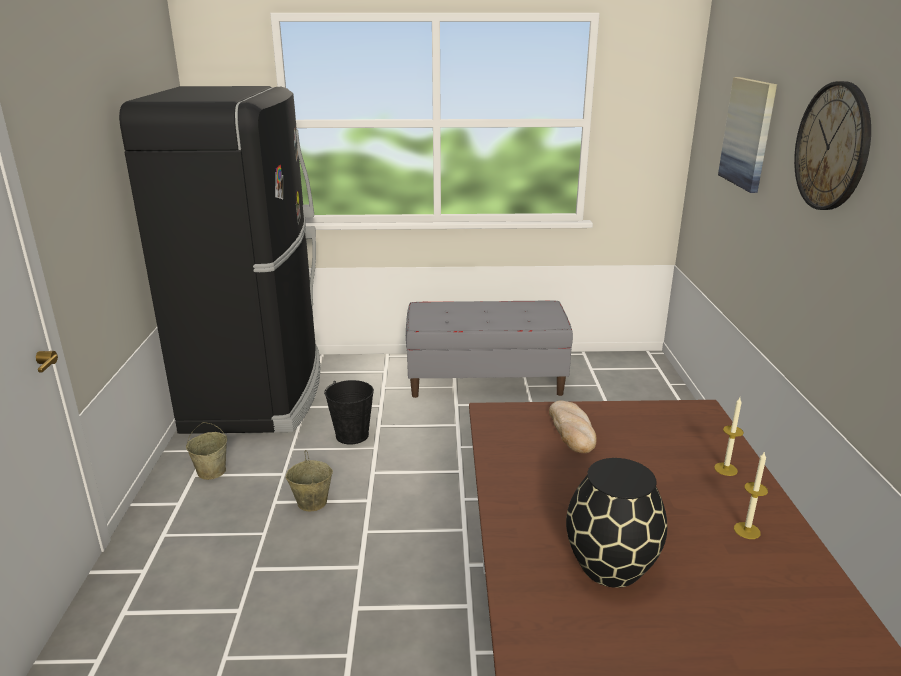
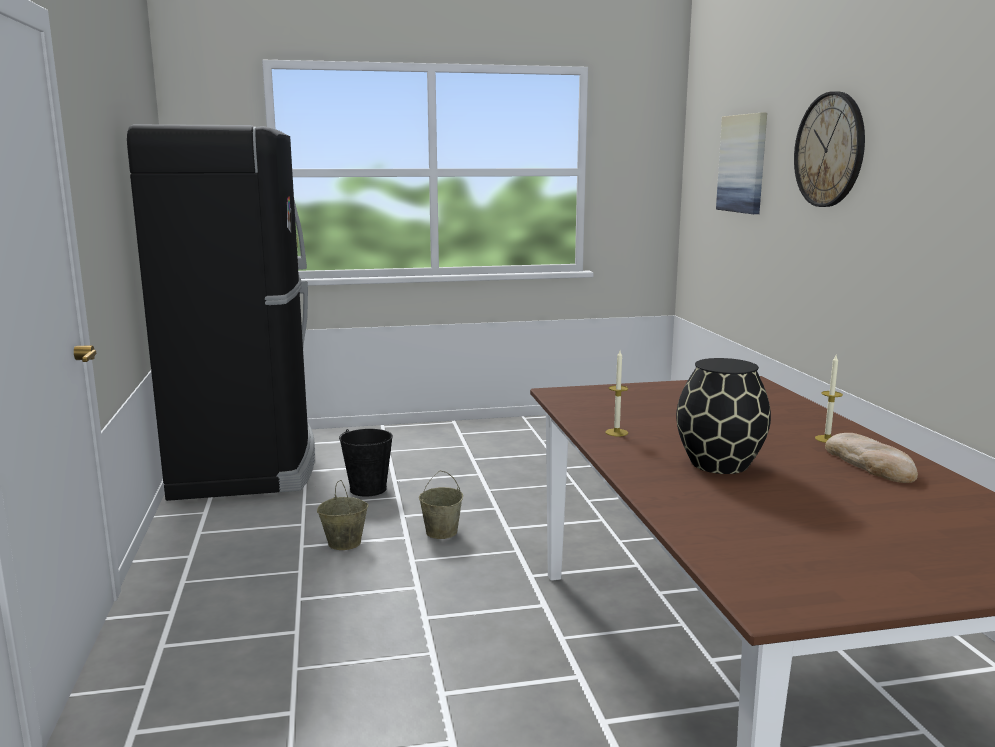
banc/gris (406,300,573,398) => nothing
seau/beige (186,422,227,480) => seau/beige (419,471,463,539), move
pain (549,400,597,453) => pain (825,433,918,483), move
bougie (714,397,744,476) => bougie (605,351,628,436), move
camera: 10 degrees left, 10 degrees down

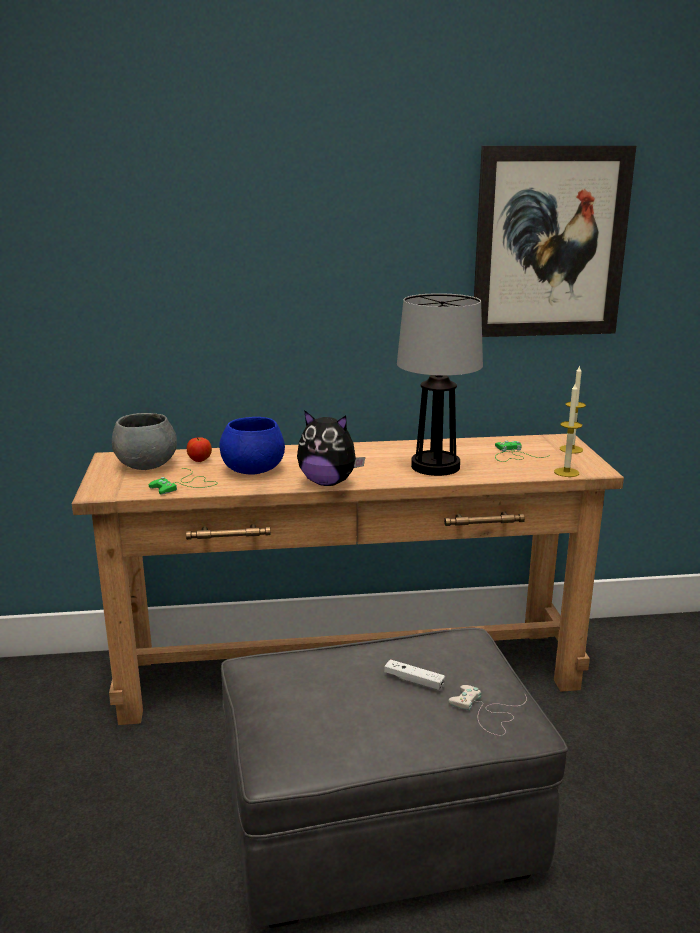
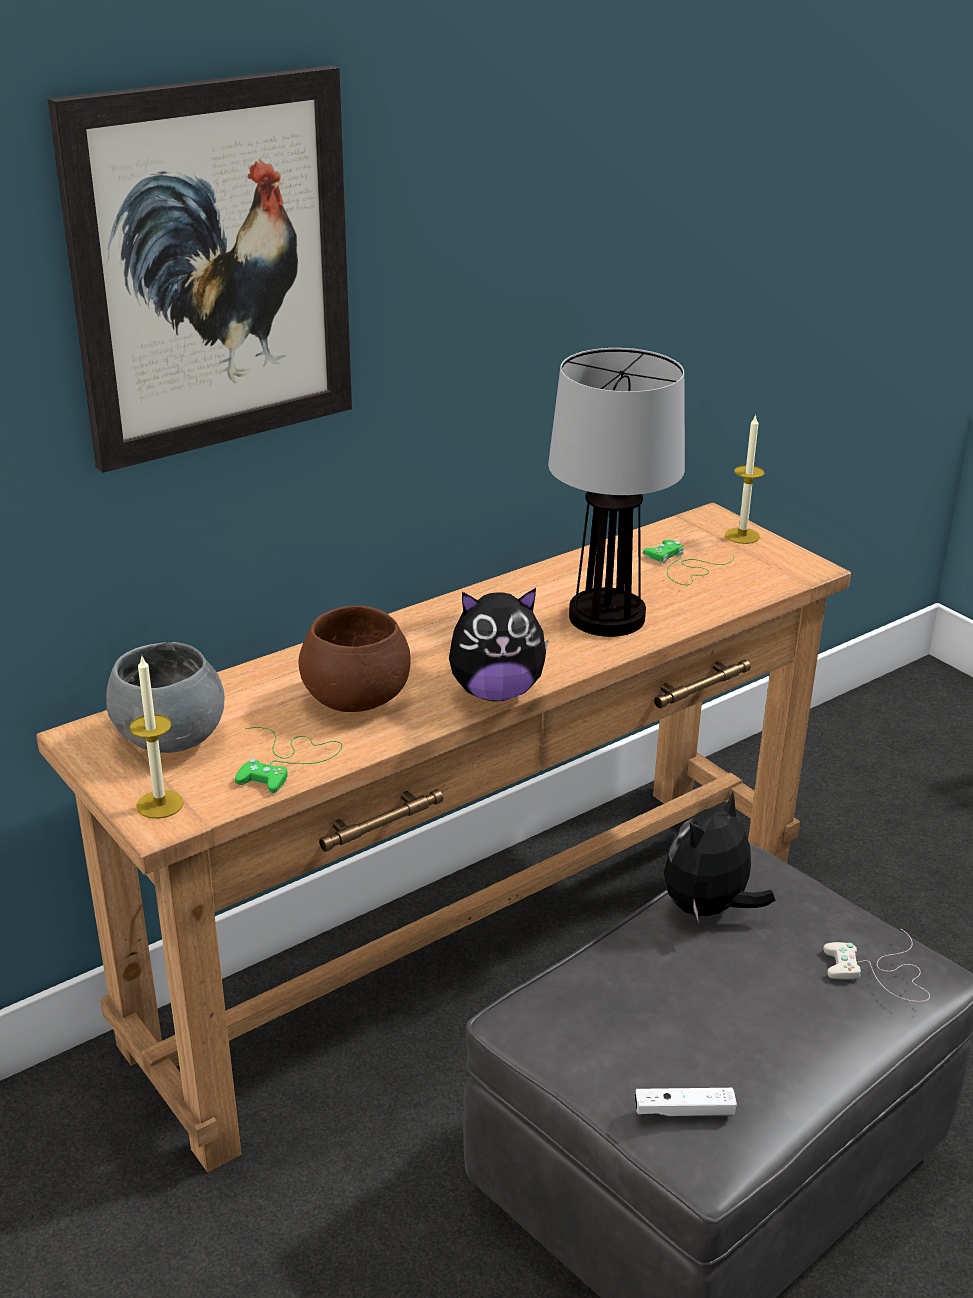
pomme (187,437,212,462) => nothing
nothing => peluche (664,791,776,923)
manette/blanc (384,659,445,691) => manette/blanc (635,1088,737,1116), move
tableau (474,146,636,337) => tableau (48,65,352,473), move
bougie (554,382,582,477) => bougie (130,657,184,819), move
bol/bleu (219,417,285,475) => bol/marron (298,606,410,712)
camera: 30 degrees left, 10 degrees up

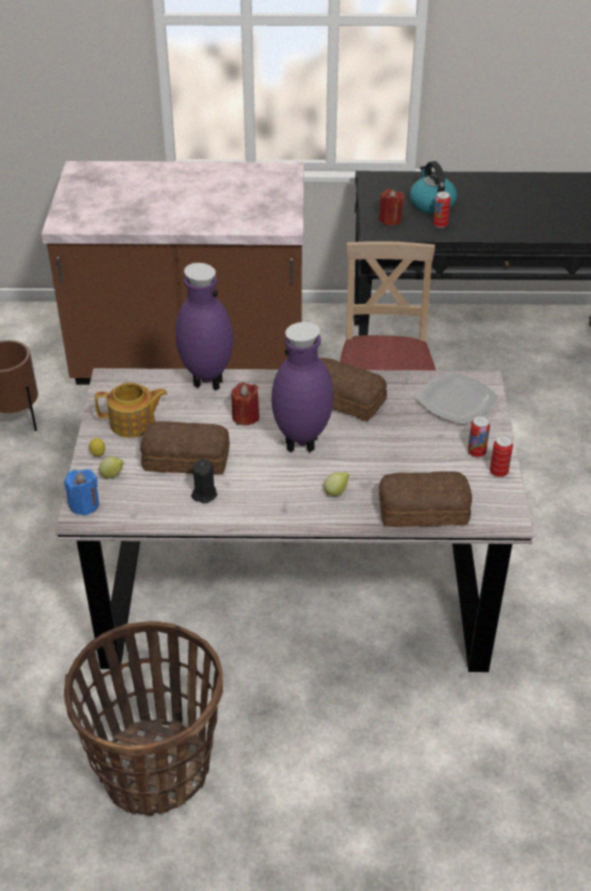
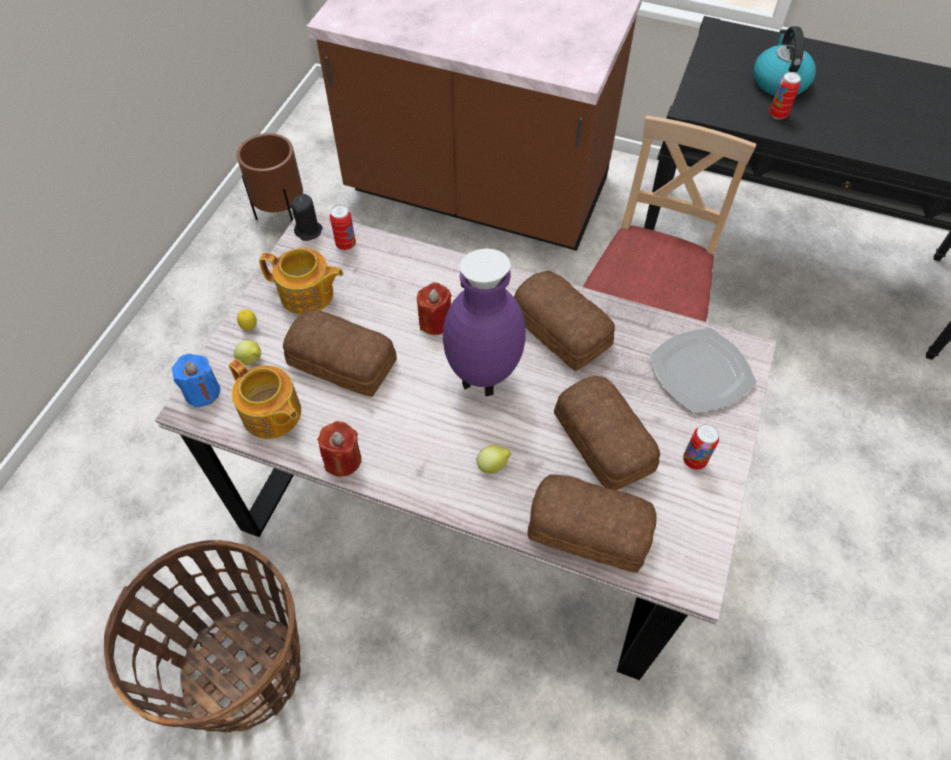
vase/violet (175,263,233,391) => nothing
nothing => théière (229,359,301,439)
nothing => pain (554,376,660,490)
bougie/noir (191,459,217,503) => bougie/noir (290,194,323,241), move
bougie/rouge (379,189,404,225) => bougie/rouge (317,421,361,477), move
boîte métallique (490,435,513,477) => boîte métallique (330,205,356,250), move
camera: 20 degrees right, 15 degrees up

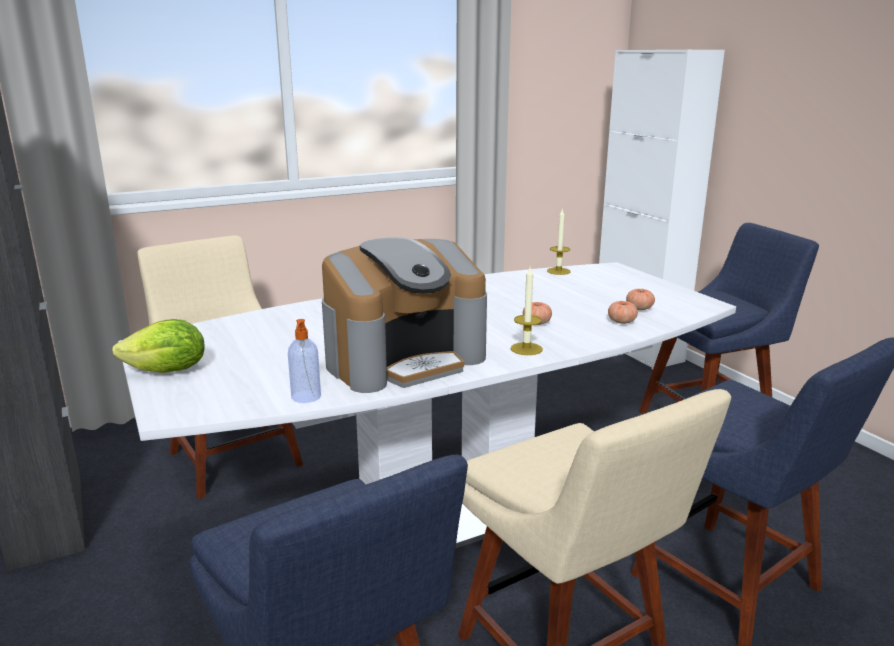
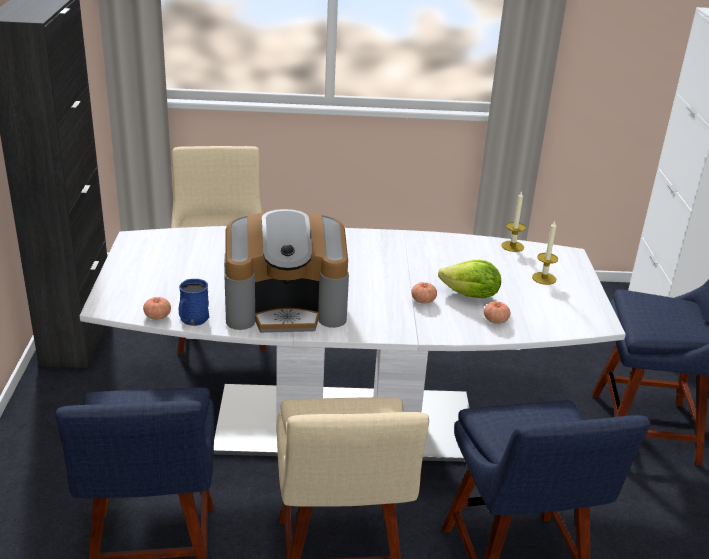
laitue (112,319,205,373) => laitue (438,260,501,298), move
bougie (511,267,543,355) => bougie (532,221,558,285), move
tomate (626,289,655,310) => tomate (143,297,171,320), move
distributeur de savon (288,319,321,403) => mug/bleu (179,279,209,326)
camera: 25 degrees right, 10 degrees up

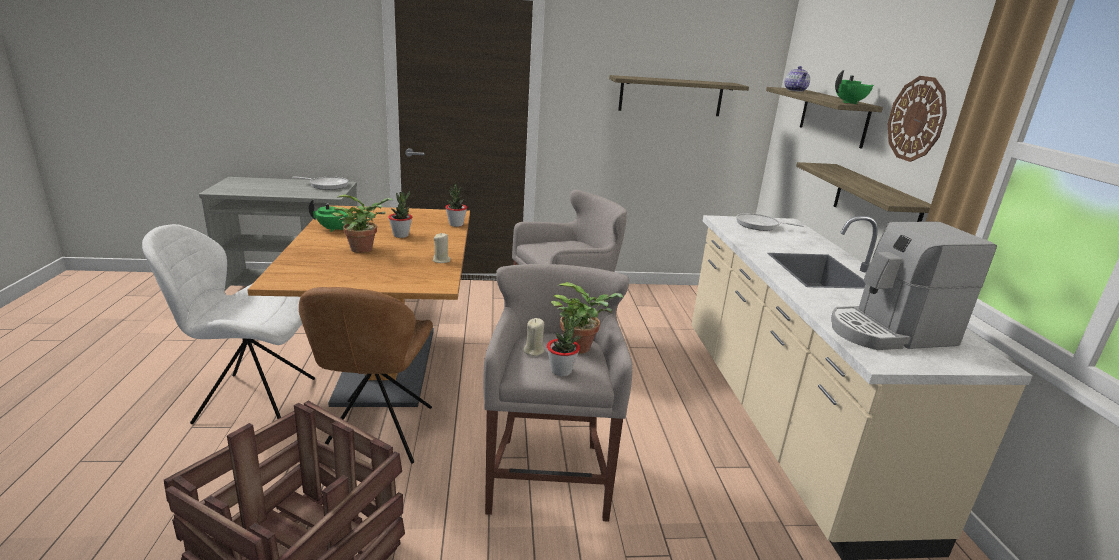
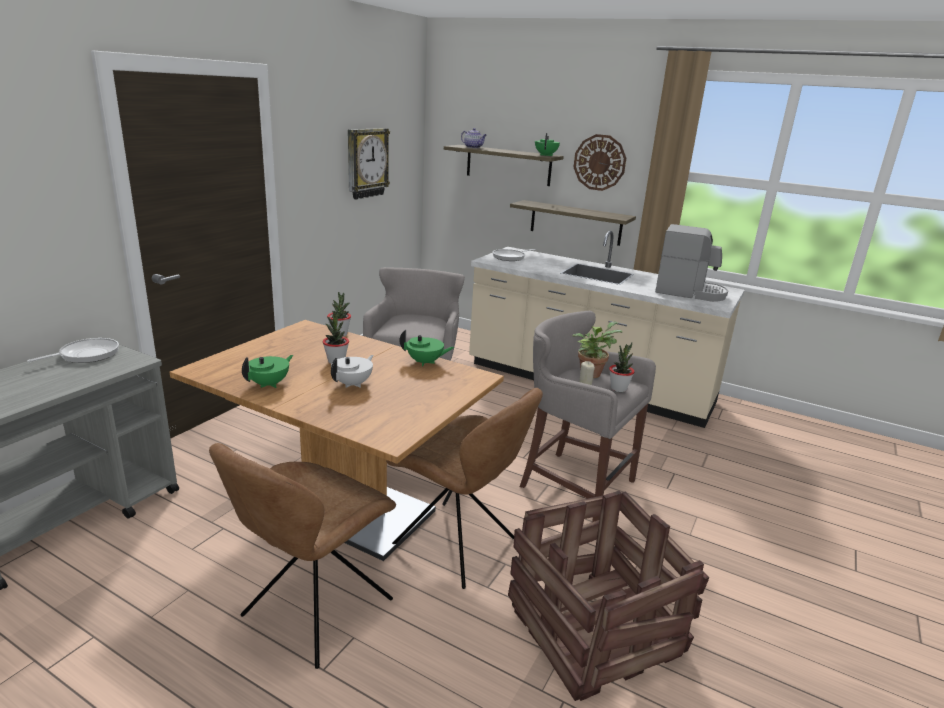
plante en pot (332,194,393,253) => théière/blanc (331,355,374,388)
bougie/beige (433,233,451,263) => théière/vert (400,330,454,366)
étagère (609,75,749,116) => horloge murale (348,128,390,199)
chaise/blanc (142,224,315,424) => chaise/marron (209,443,396,669)
machine à café (831,222,997,350) => machine à café (655,224,728,302), 90 degrees counterclockwise
camera: 55 degrees left, 0 degrees up

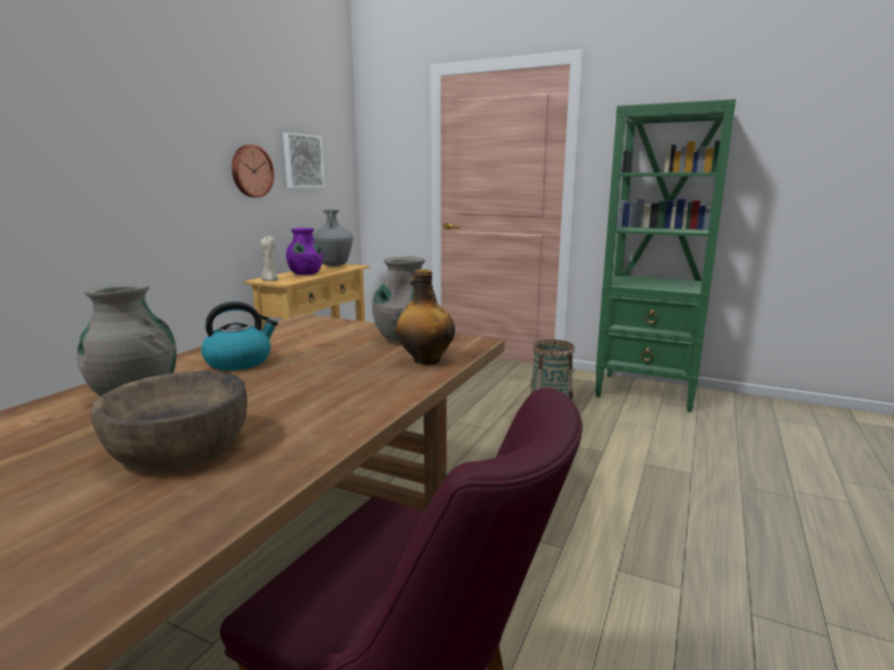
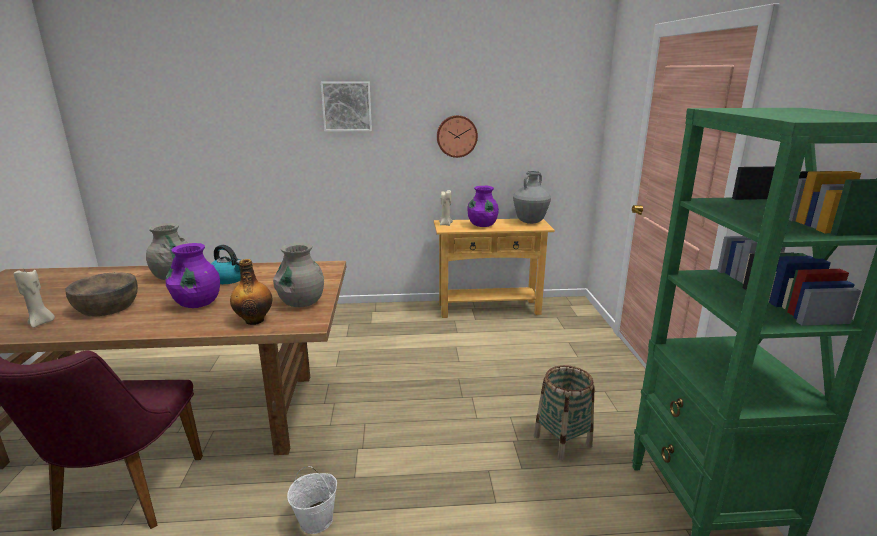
nothing => bougie/beige (14,270,55,328)
nothing => vase/violet (165,243,220,308)
nothing => seau/blanc (287,466,337,534)
tableau (283,133,325,188) => tableau (321,82,372,132), move
camera: 60 degrees right, 5 degrees up

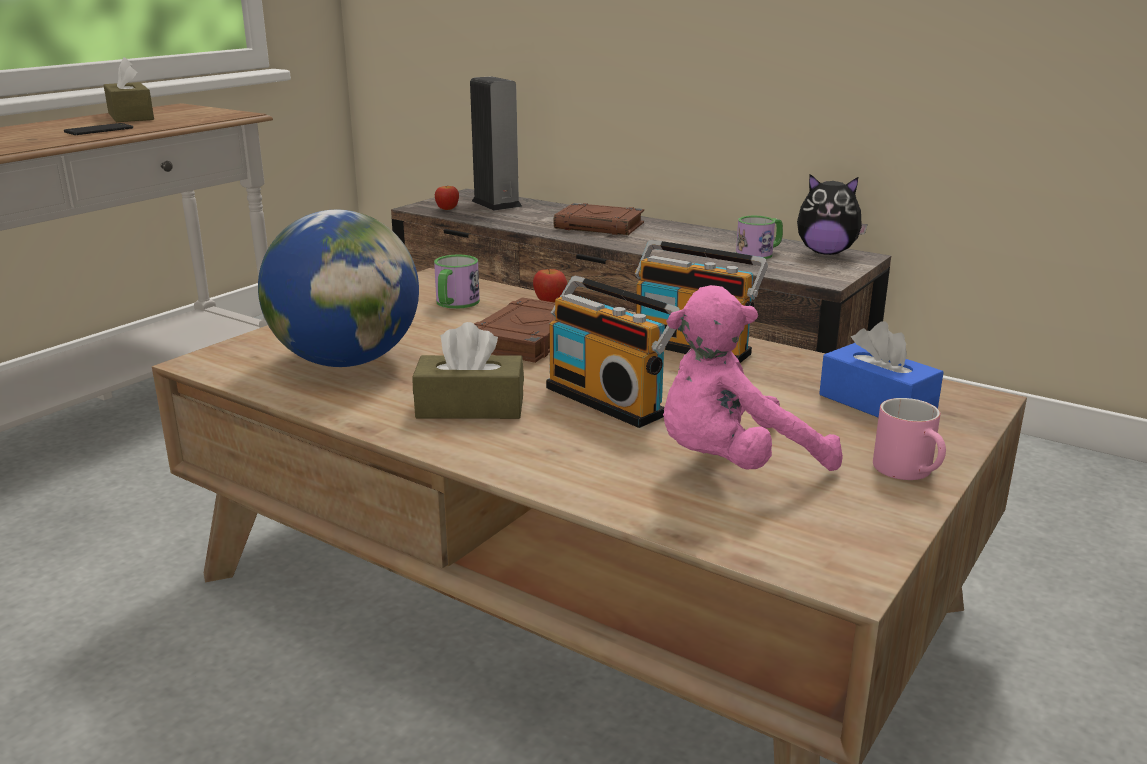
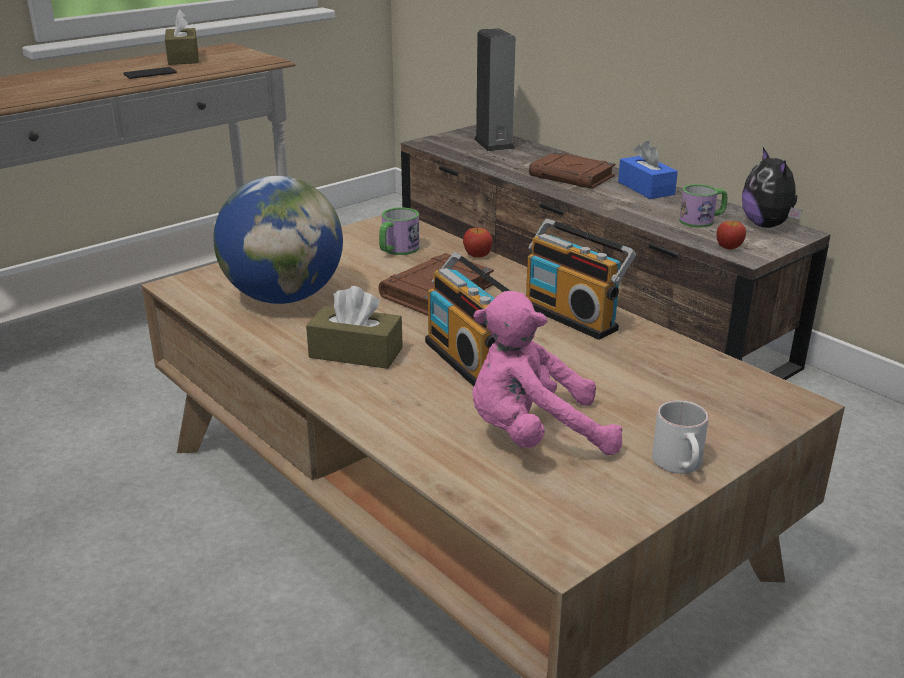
pomme (435,186,459,210) => pomme (716,221,746,249), move
boîte à mouchoirs/bleu (819,322,944,418) => boîte à mouchoirs/bleu (618,141,678,199), move
mug/rose (873,398,946,480) => mug/blanc (652,400,709,474)
peluche (797,174,868,255) => peluche (742,147,802,228), 45 degrees clockwise
camera: 15 degrees right, 5 degrees up

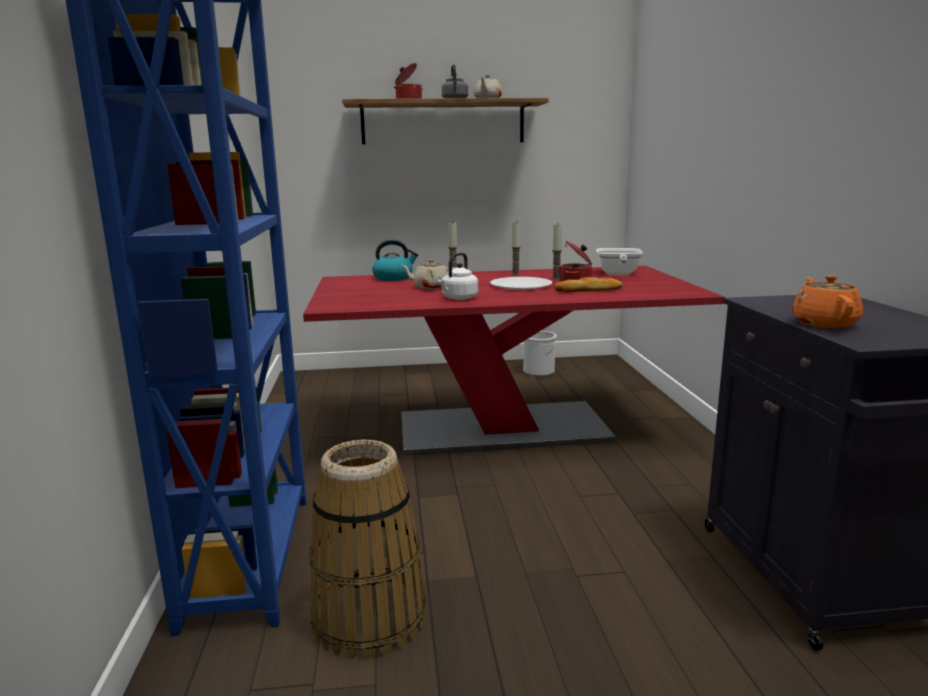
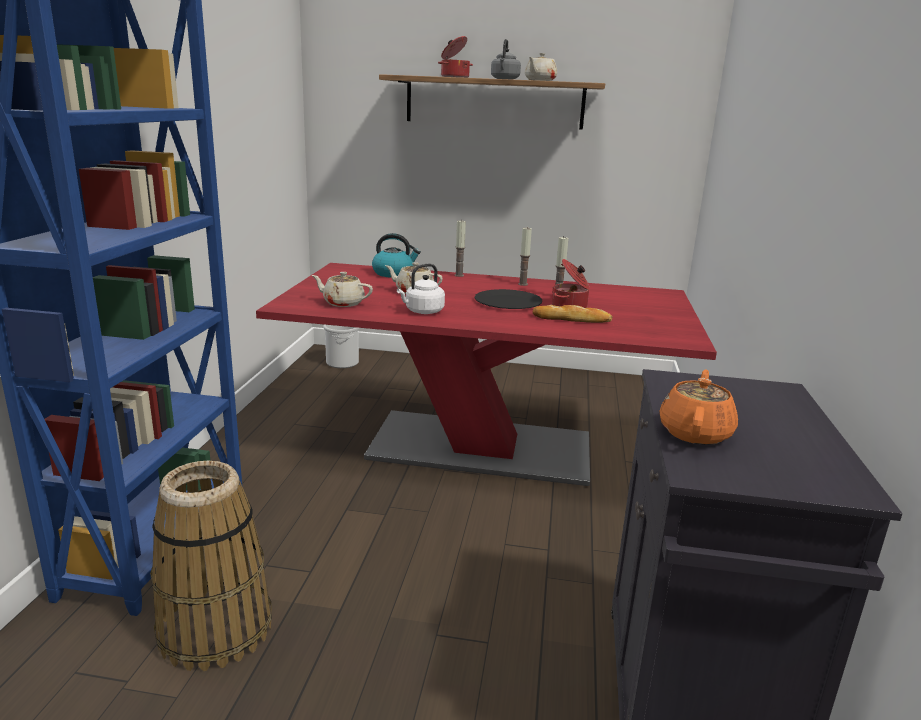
poêle (596,248,643,275) => nothing
nothing => théière/beige (312,272,373,307)
seau (523,331,557,376) => seau (323,325,359,368), move
assiette/blanc (490,277,552,290) => assiette/noir (475,289,542,309)
camera: 15 degrees right, 5 degrees up

